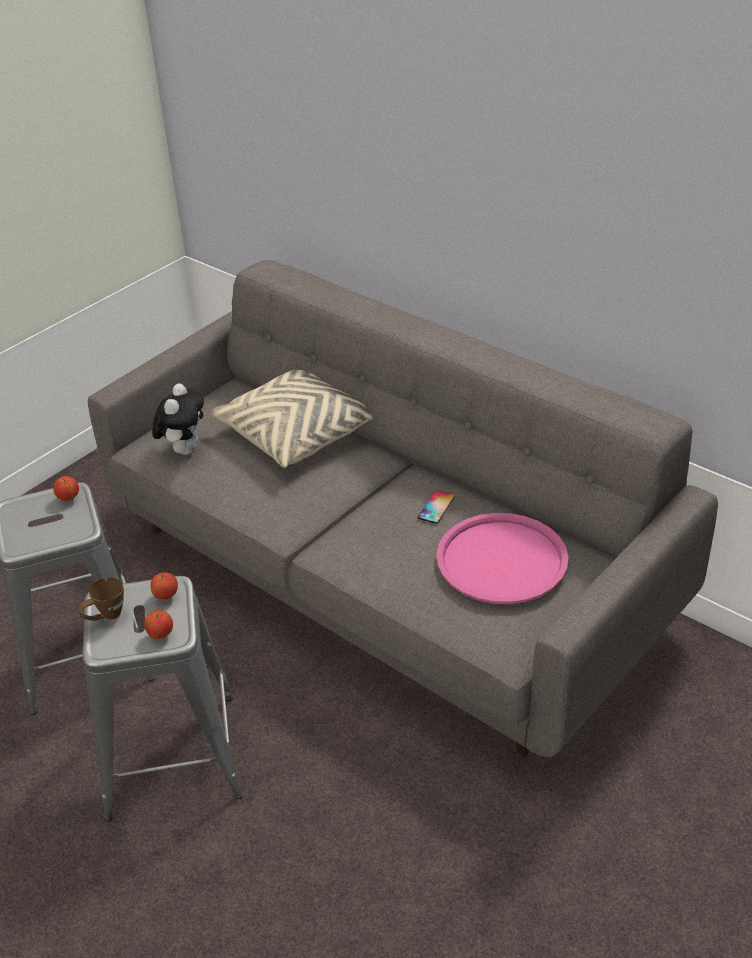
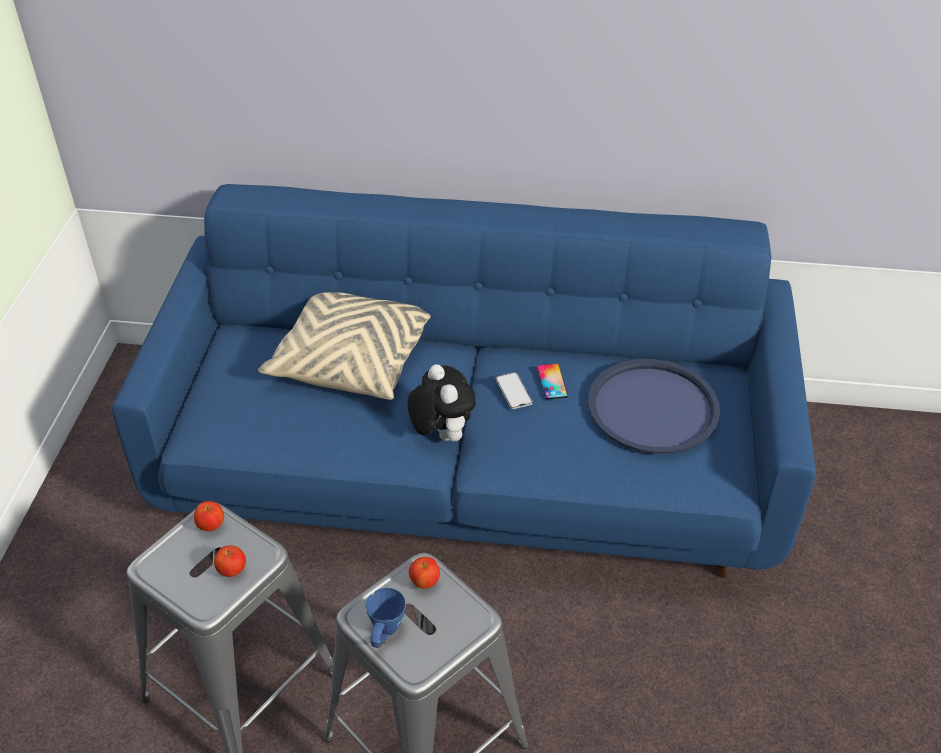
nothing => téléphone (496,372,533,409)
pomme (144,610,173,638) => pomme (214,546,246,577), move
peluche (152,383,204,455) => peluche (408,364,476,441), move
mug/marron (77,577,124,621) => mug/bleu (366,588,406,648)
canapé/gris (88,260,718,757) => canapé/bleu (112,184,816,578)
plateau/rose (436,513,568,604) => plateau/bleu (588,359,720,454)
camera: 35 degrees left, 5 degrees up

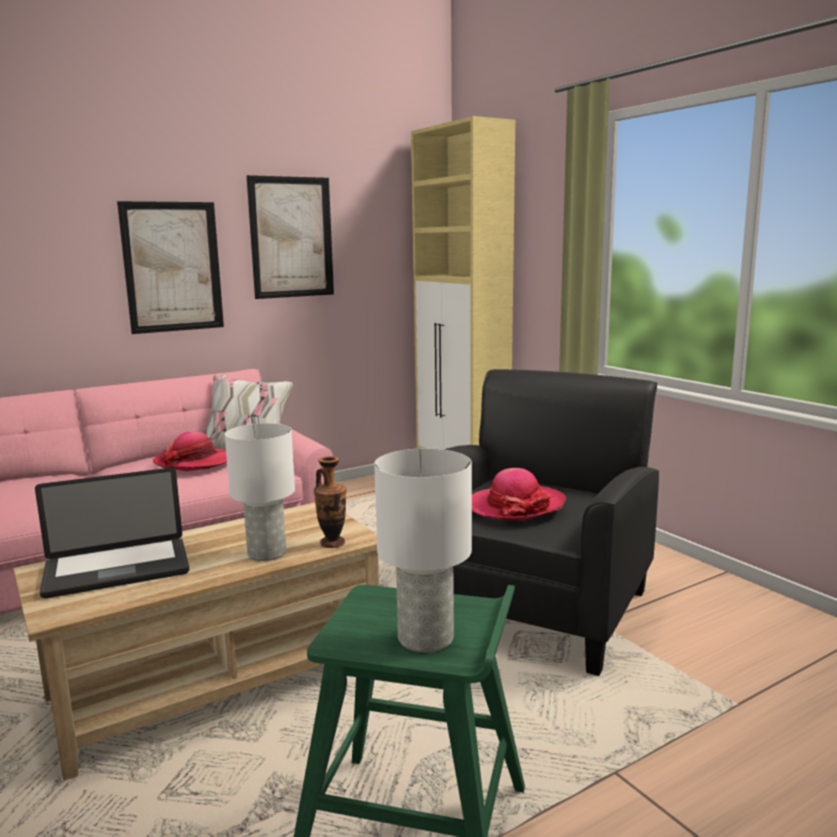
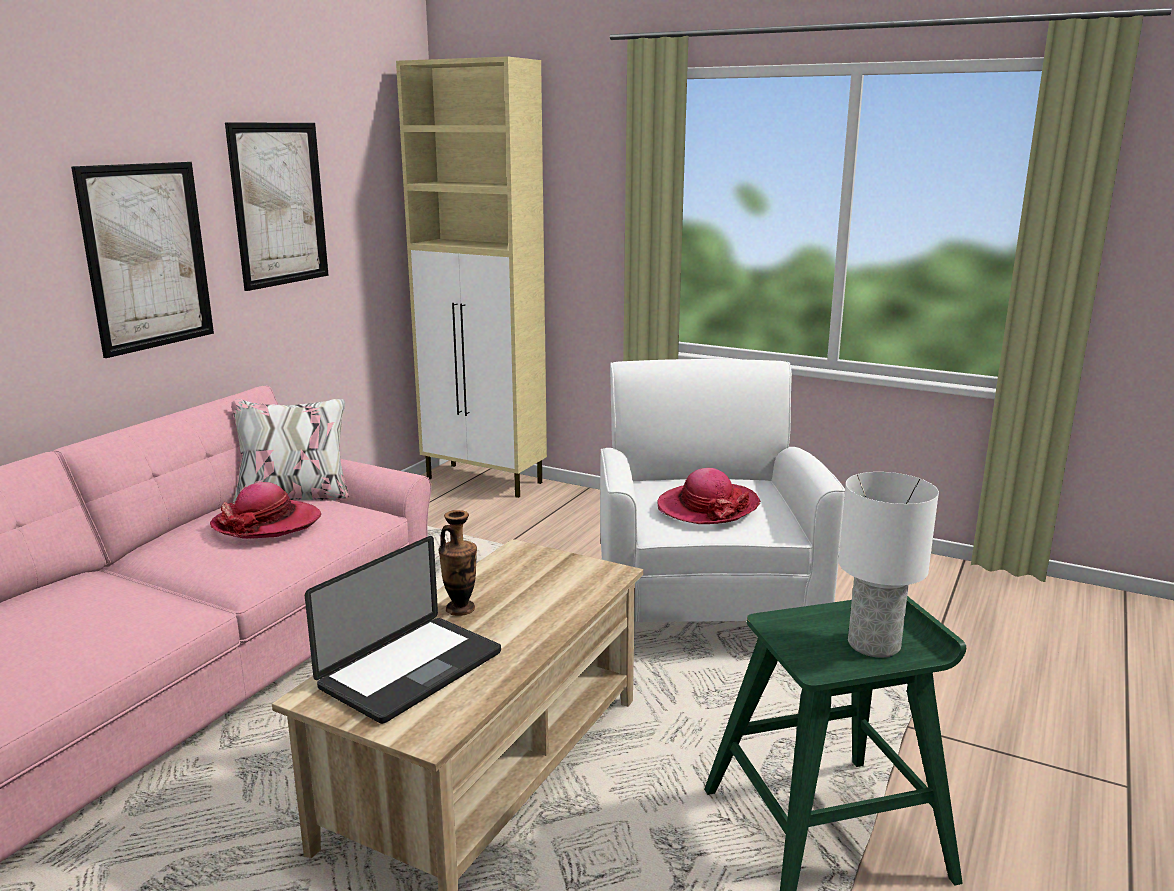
lampe de table/blanc (225,423,295,561) => nothing
vase (314,456,347,548) => vase (439,510,477,616), move
fauteuil/noir (444,369,659,676) => fauteuil/blanc (600,359,845,622)
camera: 30 degrees left, 5 degrees up

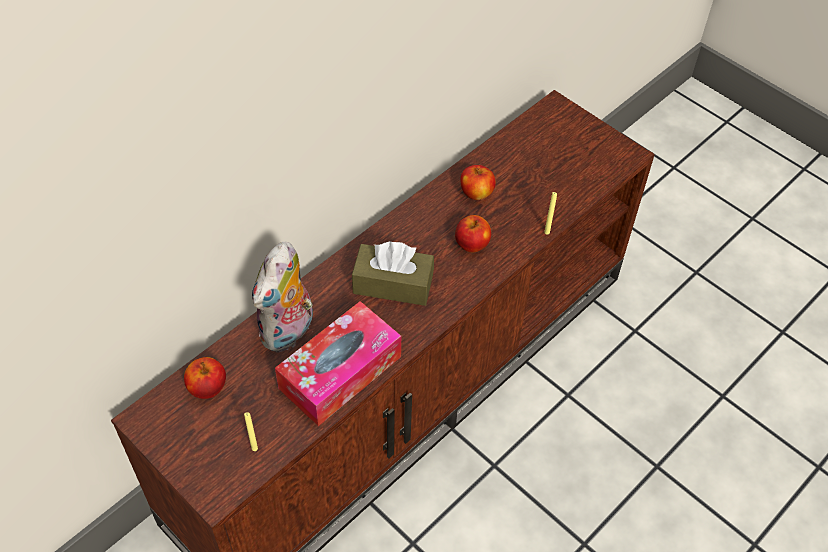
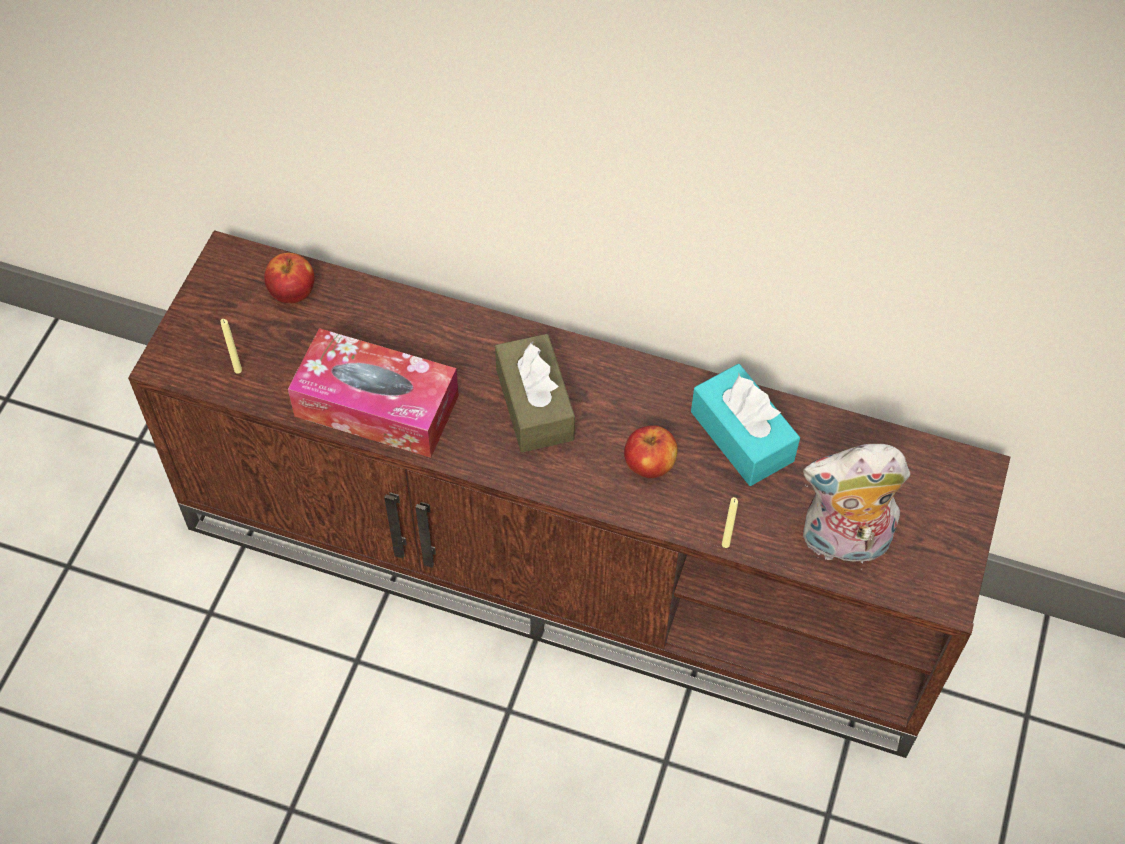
peluche (252,242,313,353) => peluche (803,444,910,570), move
pomme (460,165,496,200) => boîte à mouchoirs/turquoise (691,364,800,486)
camera: 65 degrees right, 5 degrees up

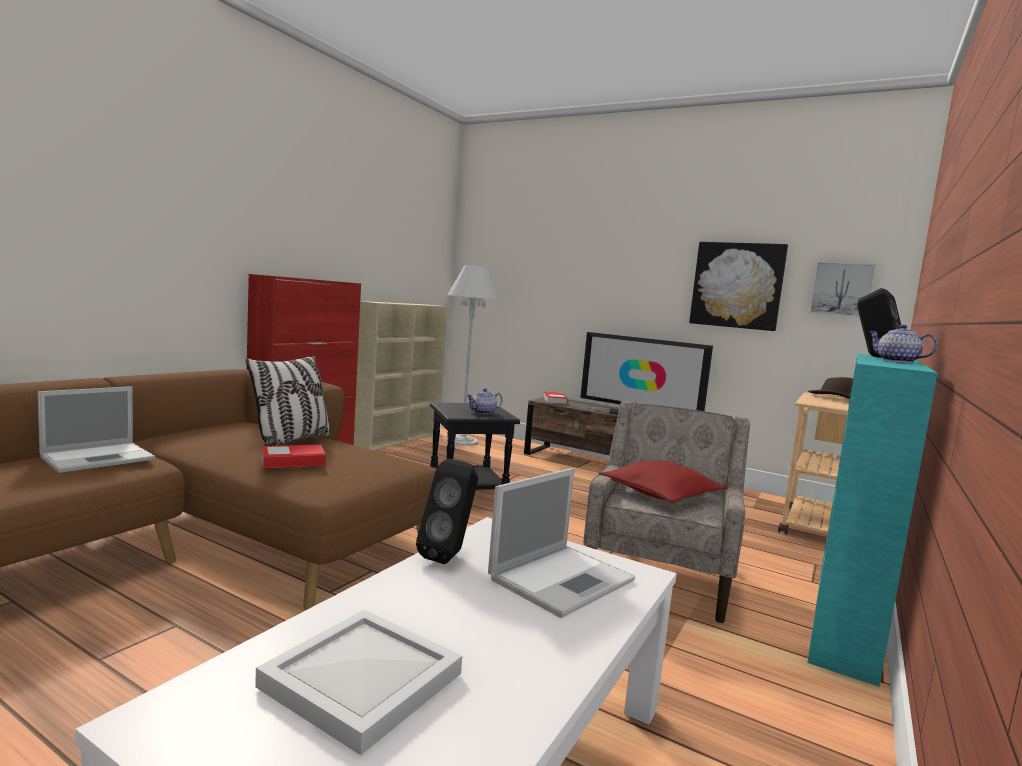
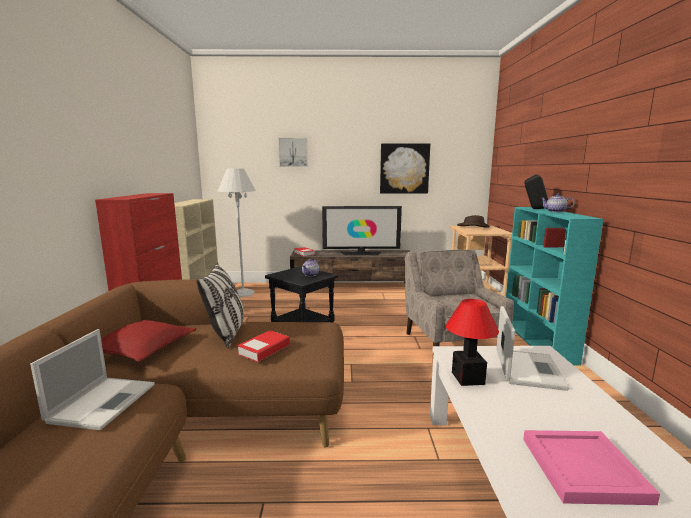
coussin/rouge (599,460,728,503) => coussin/rouge (101,320,196,362), move
tableau (809,262,876,317) => tableau (278,138,308,167), move
enceinte/noir (416,459,478,564) => lampe de table (446,299,499,386)
plateau/blanc (255,610,462,755) => plateau/rose (523,430,660,505)
camera: 30 degrees left, 5 degrees up

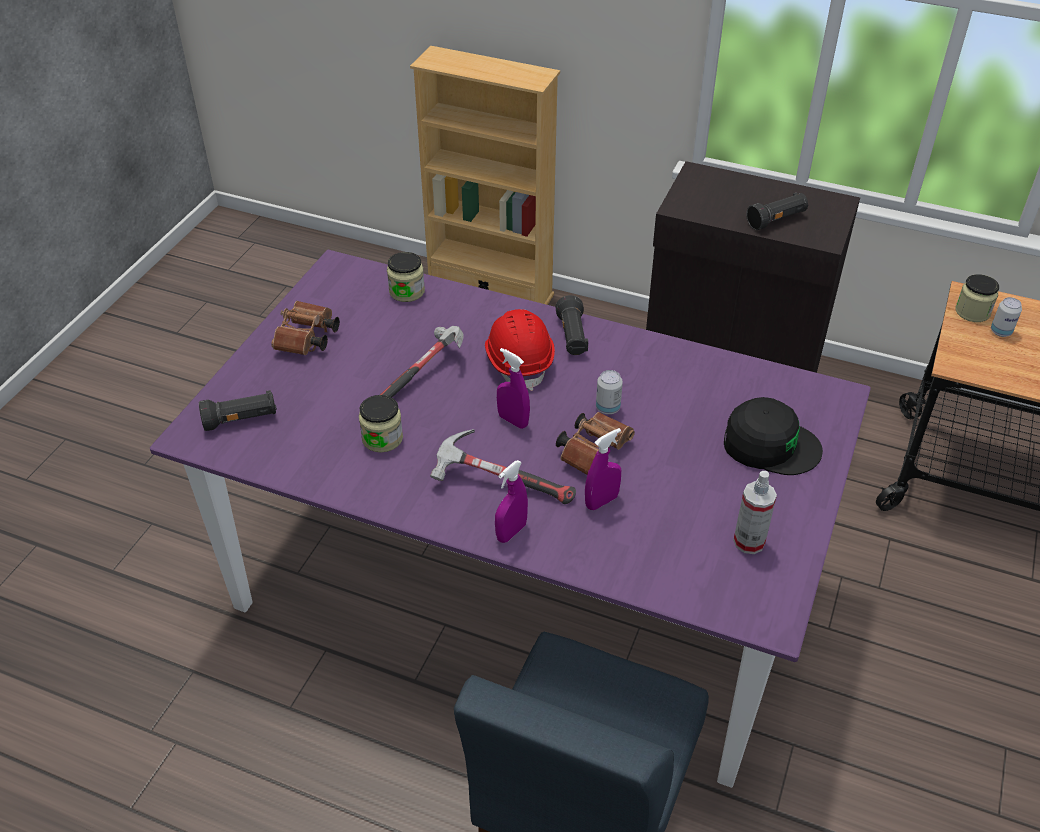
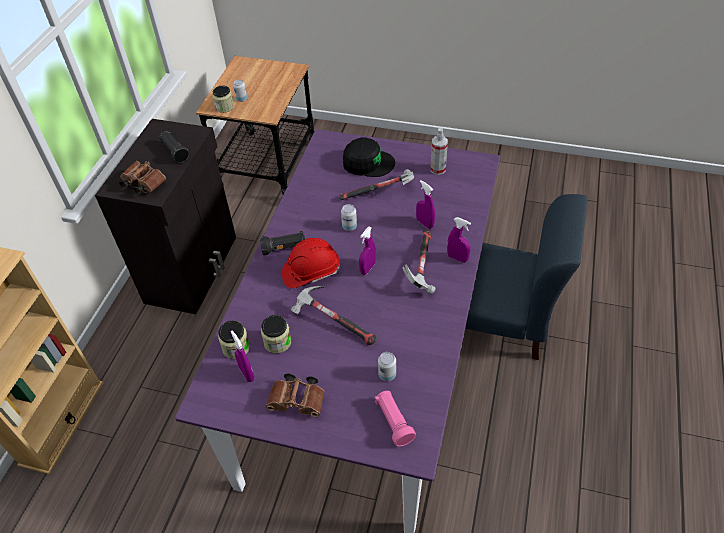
nothing => vaporisateur/violet (231,330,254,382)
nothing => marteau (339,169,414,200)
nothing => boîte métallique (378,352,396,381)
bocal (359,395,403,453) => bocal (261,315,291,353), move
jumelles/marron (556,412,635,475) => jumelles/marron (119,161,166,195), move
lampe de poche/noir (199,390,277,431) => lampe de poche/rose (375,391,416,446)
casquette/noir (724,397,823,475) => casquette/noir (343,137,395,177), 90 degrees clockwise
camera: 95 degrees left, 5 degrees up

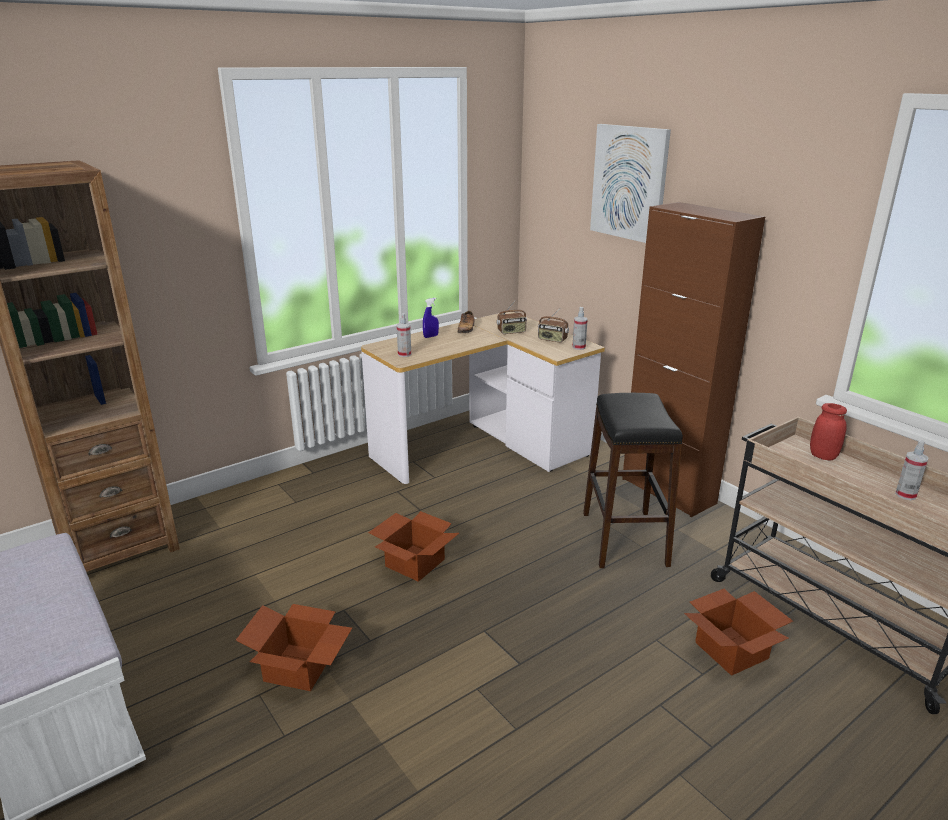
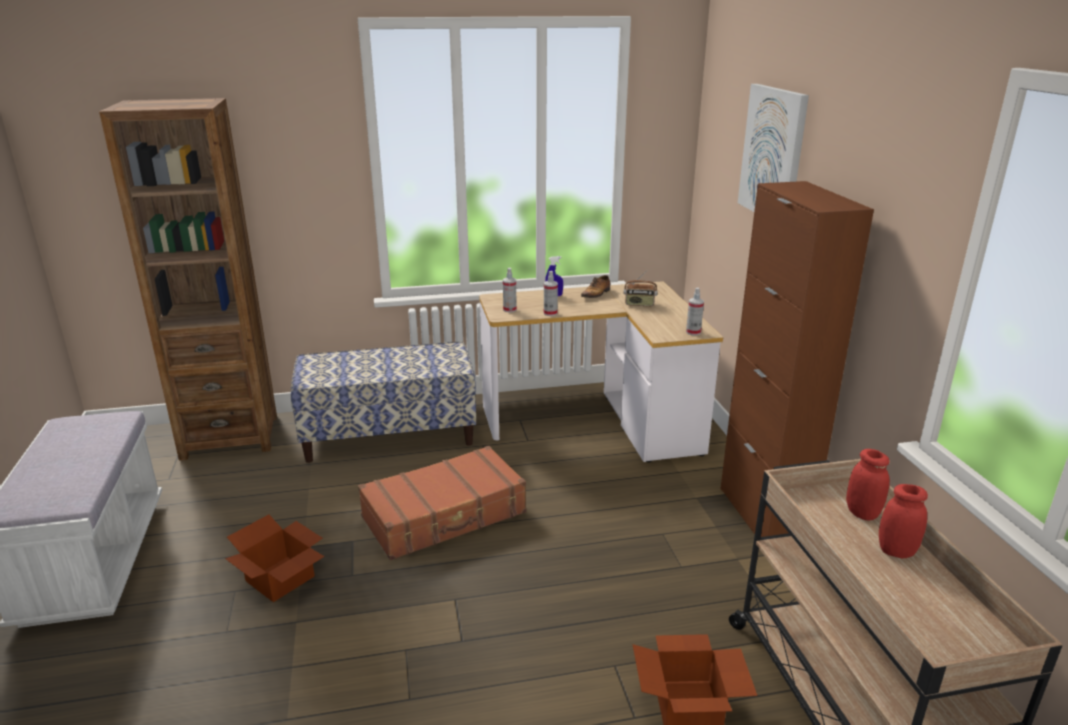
radio (538,308,569,342) => nothing
tabouret/noir (583,393,683,568) => nothing
nothing => banc (291,342,476,463)
nothing => bocal/rouge (879,484,928,558)
vaporisateur (895,440,928,500) => vaporisateur (544,271,558,316), move
carton (368,511,459,582) => valise/marron (358,446,526,560)
camera: 25 degrees right, 0 degrees up

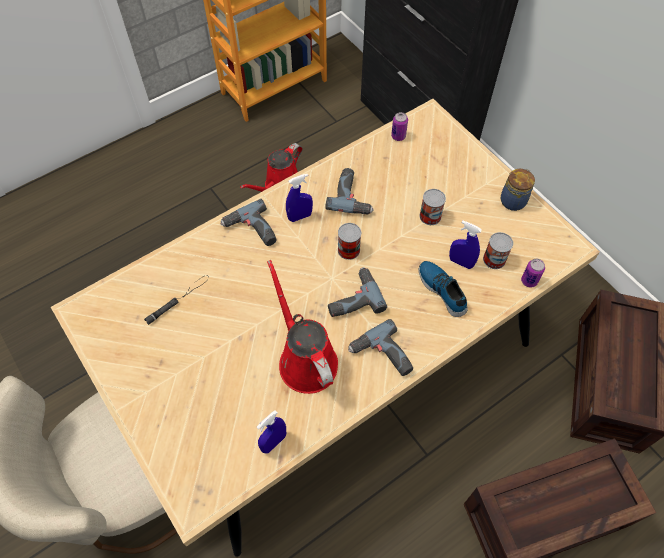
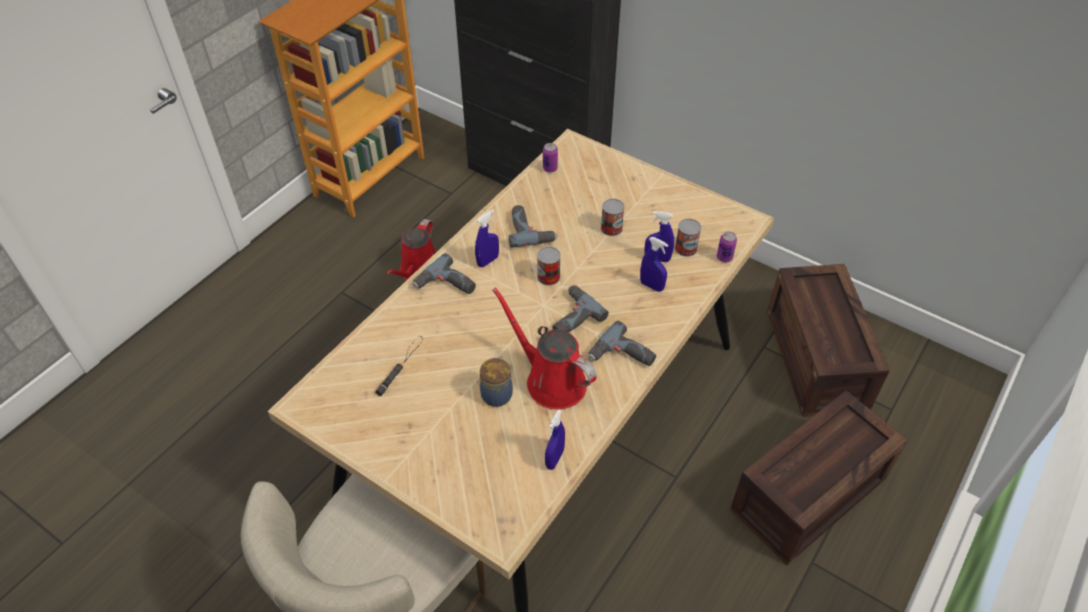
bocal (501,169,535,211) => bocal (480,357,513,407), move
chaussure (418,261,468,317) => vaporisateur/bleu (640,237,668,292)
camera: 20 degrees left, 10 degrees down

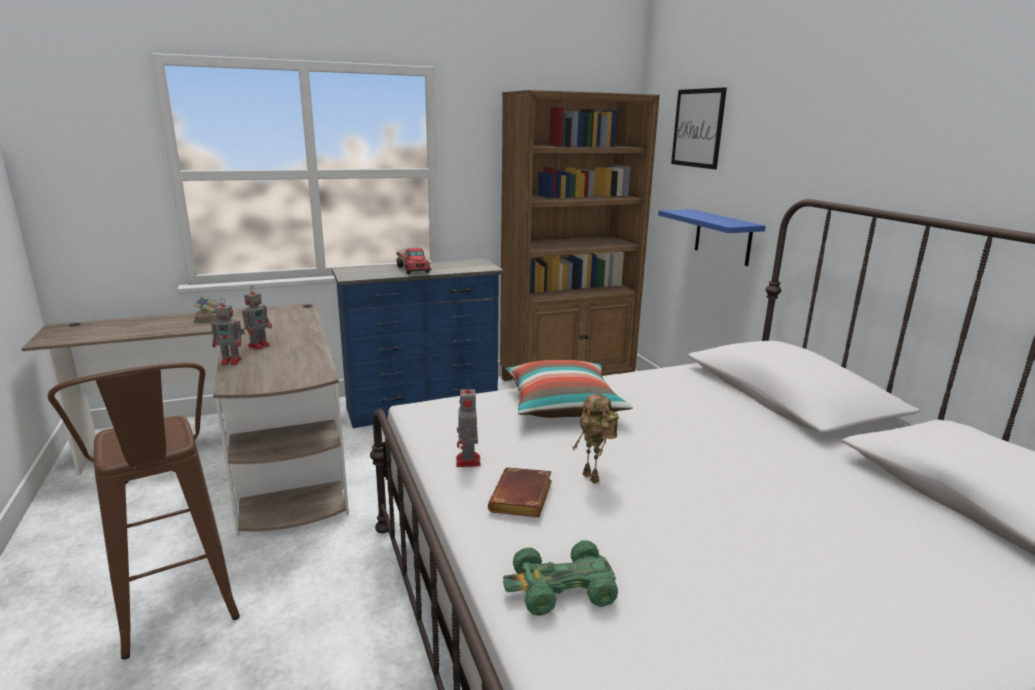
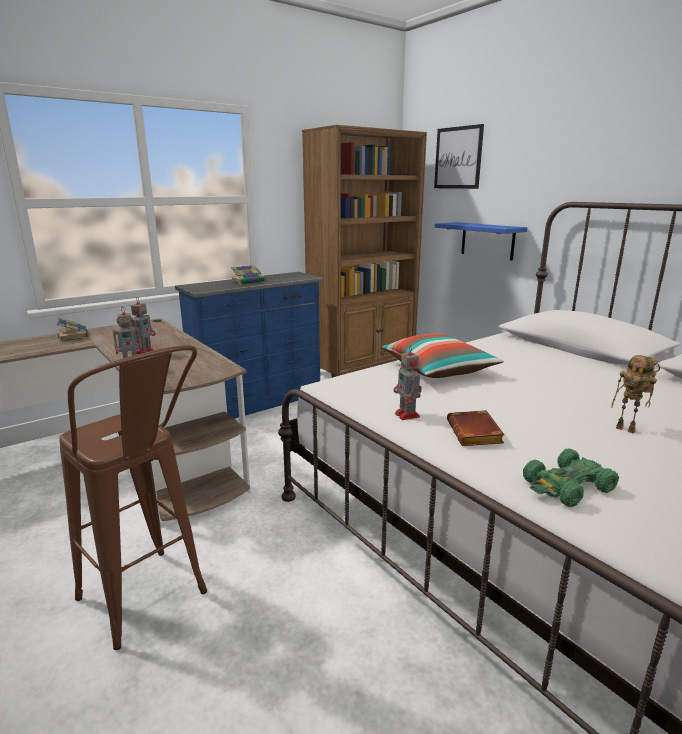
robot jouet (572,394,619,483) => robot jouet (611,355,660,433), move
camion jouet (396,248,431,274) => livre (231,265,264,284)
camera: 15 degrees left, 0 degrees up

